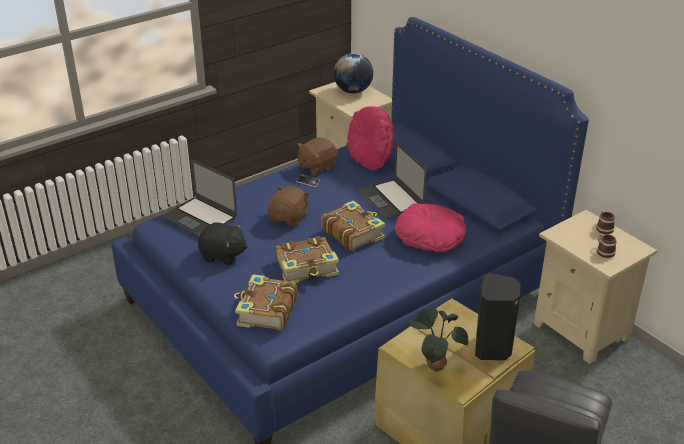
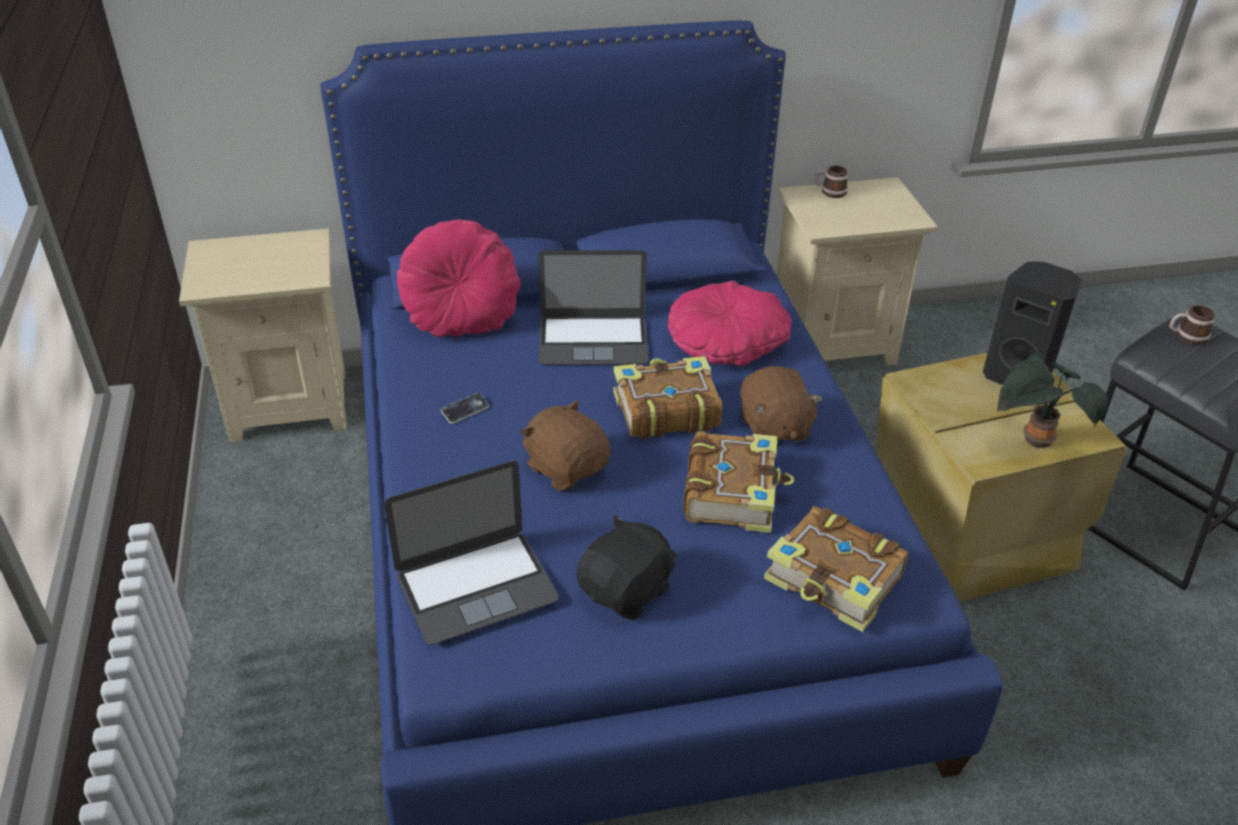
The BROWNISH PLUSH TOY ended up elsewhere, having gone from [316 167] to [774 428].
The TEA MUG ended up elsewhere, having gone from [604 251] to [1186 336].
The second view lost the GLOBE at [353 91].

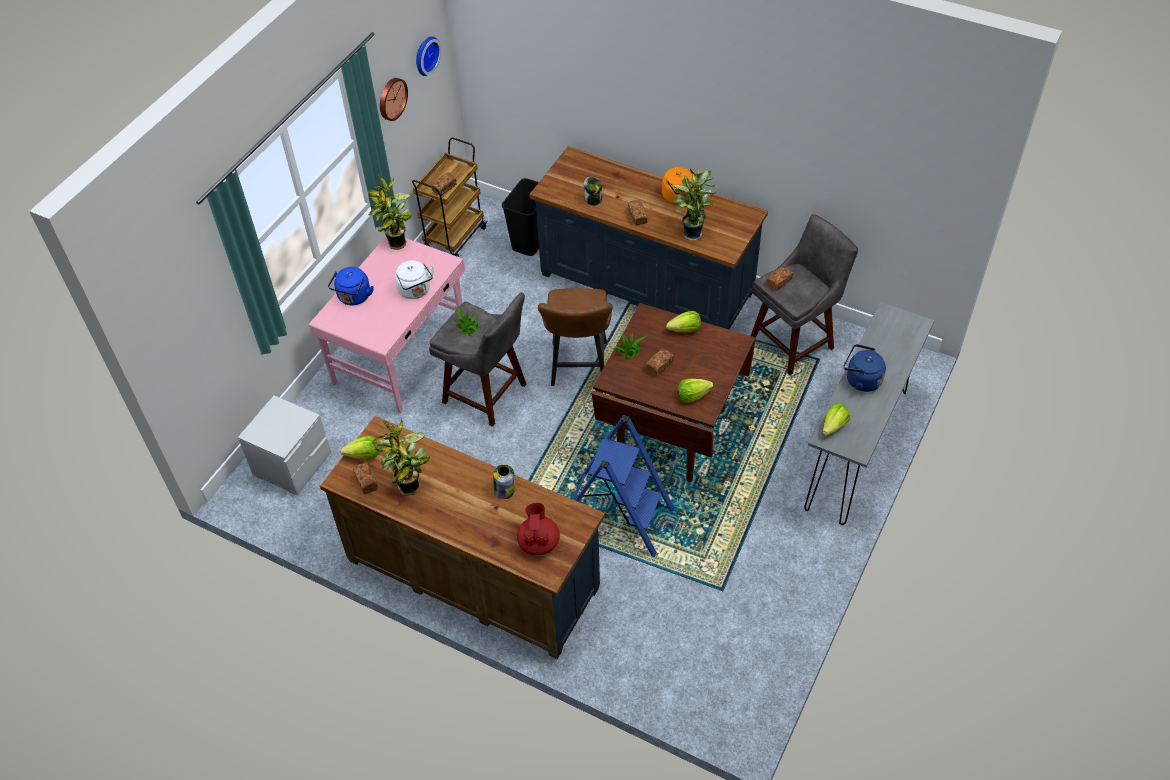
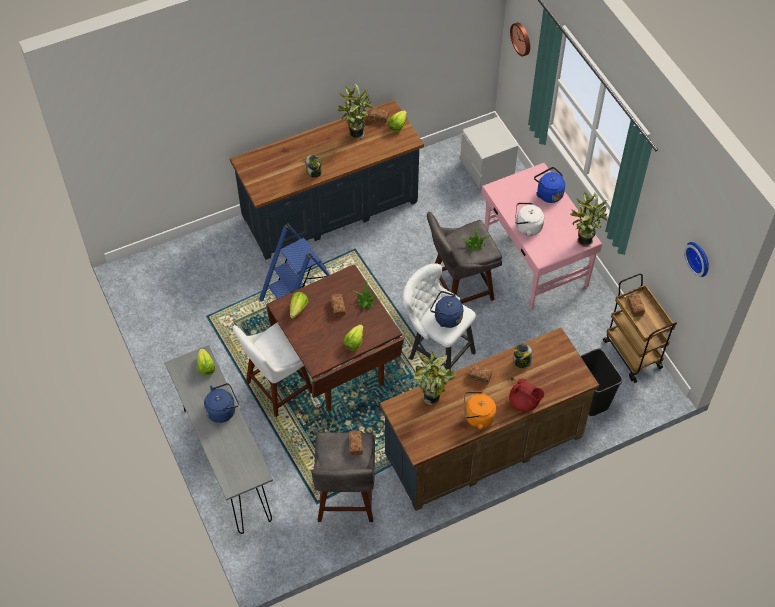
The second view gained the WHITISH PLAIN CHAIR at [276 389].
What was the BROWNISH STOOL SEAT at [579 370] turned into the WHITISH STOOL SEAT at [435 351].
The second view gained the BLUE TEA KETTLE at [446 318].
The REDDISH TEA POT ended up elsewhere, having gone from [538 542] to [524 402].
The HANGING CLOCK ended up elsewhere, having gone from [391 98] to [521 38].

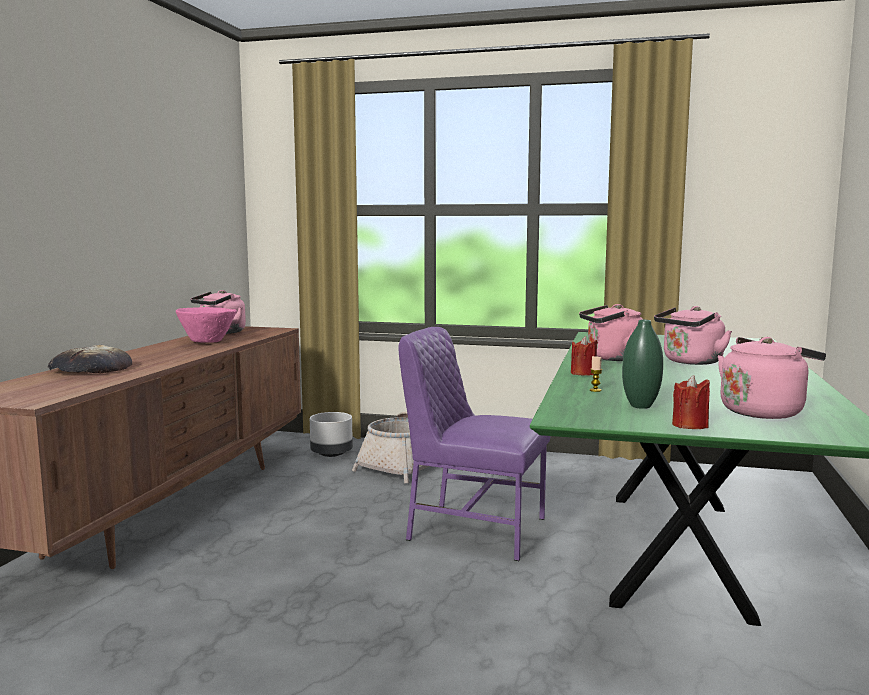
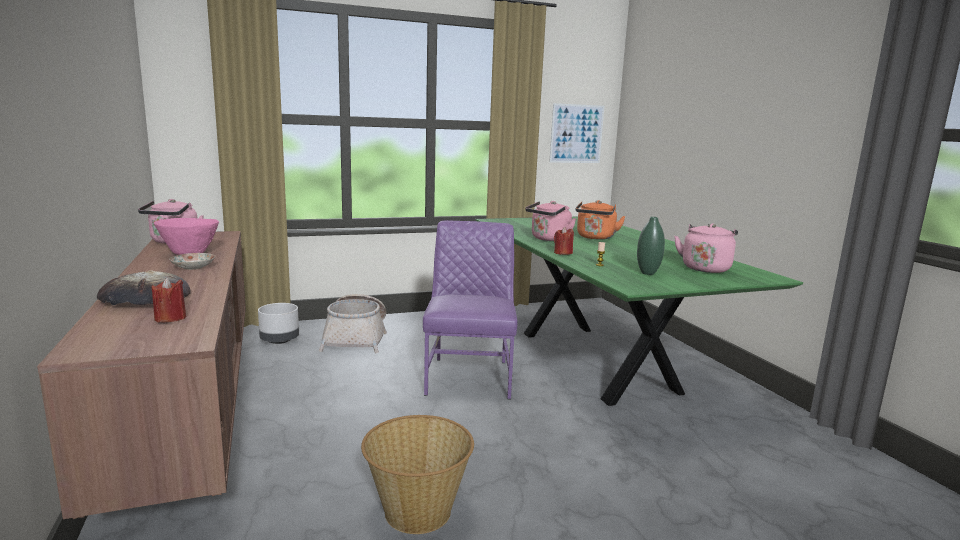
The REDDISH WAX LIGHT ended up elsewhere, having gone from [690 425] to [170 318].
The second view gained the DINNER PLATE at [193 267].
The second view gained the HOUSEHOLD BASKET at [417 510].
The PURPLE-COLOURED PLAIN CHAIR at [474 529] ended up facing another way, 105 degrees clockwise from before.
The second view gained the PICTURE at [576 134].
What was the PINK-COLOURED TEA KETTLE at [690 362] turned into the ORANGEY TEA KETTLE at [595 237].

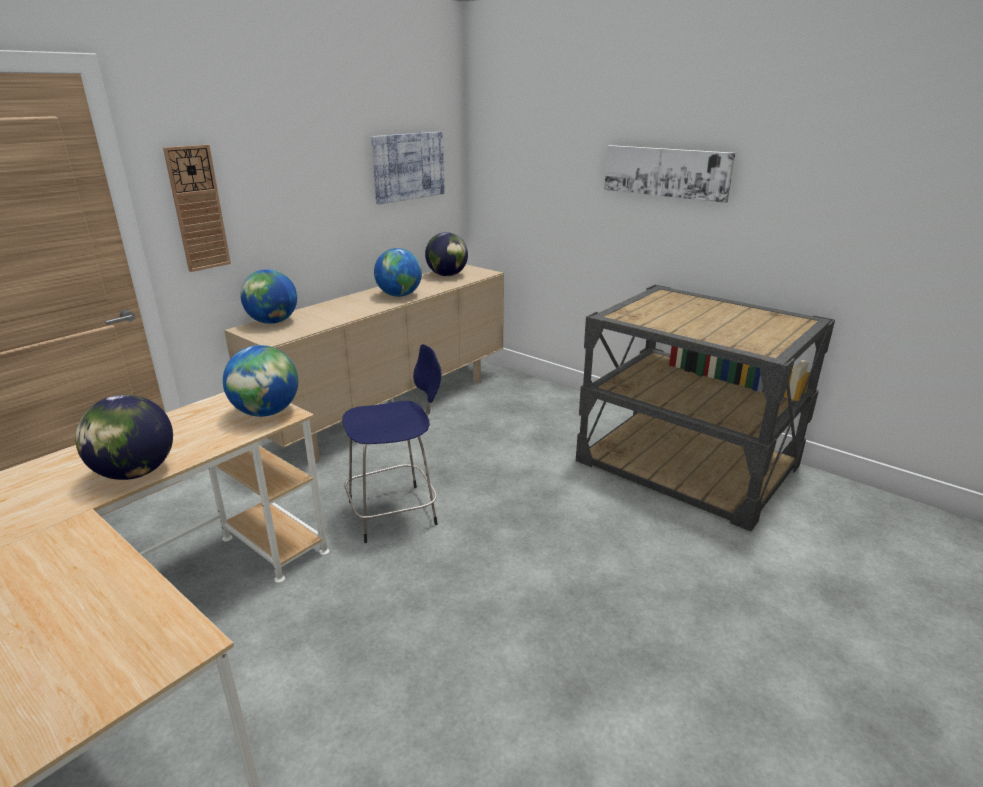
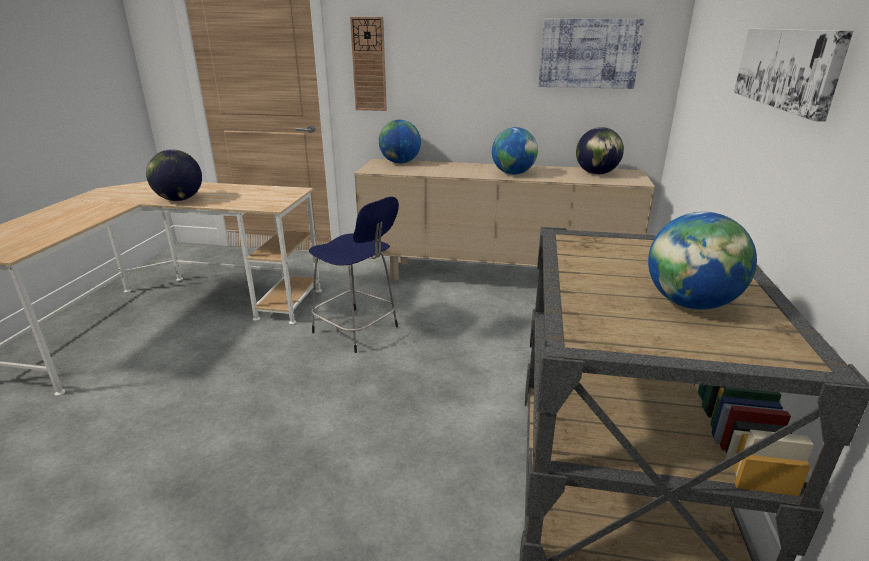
The GLOBE ended up elsewhere, having gone from [266 412] to [690 304].

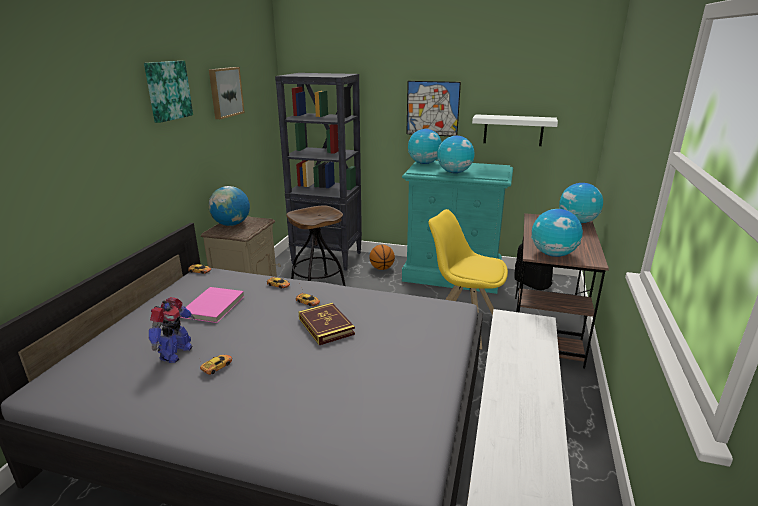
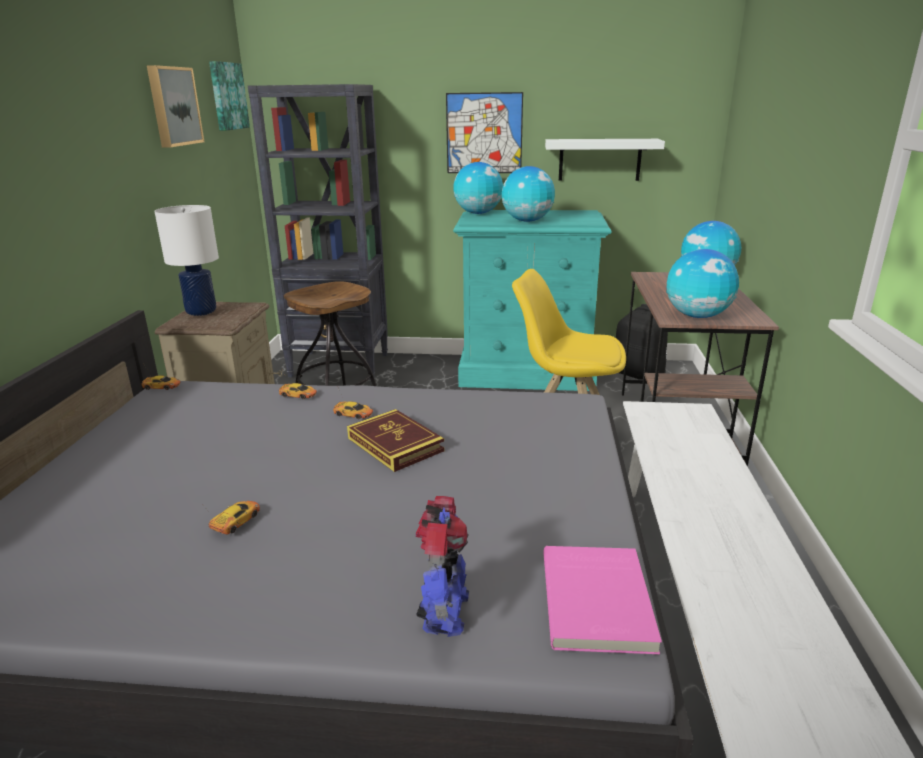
Where the GLOBE stood at [231 224], the WHITISH TABLE LAMP came to stand at [201 313].
The PICTURE ended up elsewhere, having gone from [167 90] to [227 96].
The ROBOT FIGURE ended up elsewhere, having gone from [175 353] to [444 612].
The PINK-COLOURED VOLUME ended up elsewhere, having gone from [214 306] to [599 601].
The second view lost the BASKETBALL BALL at [382 268].

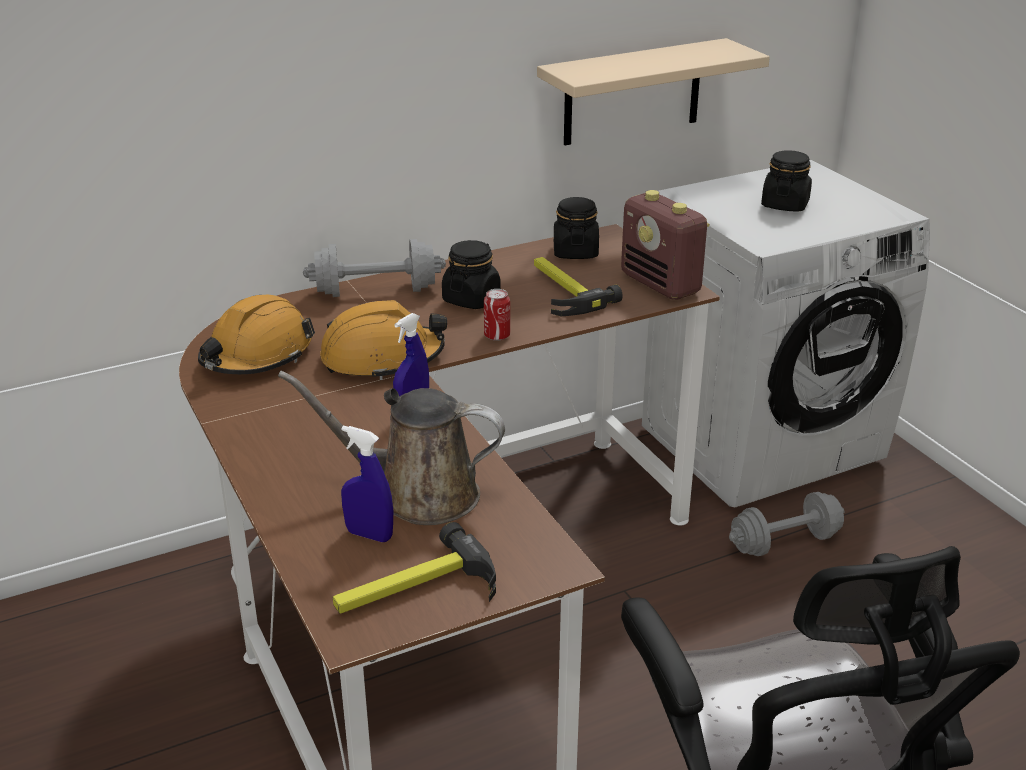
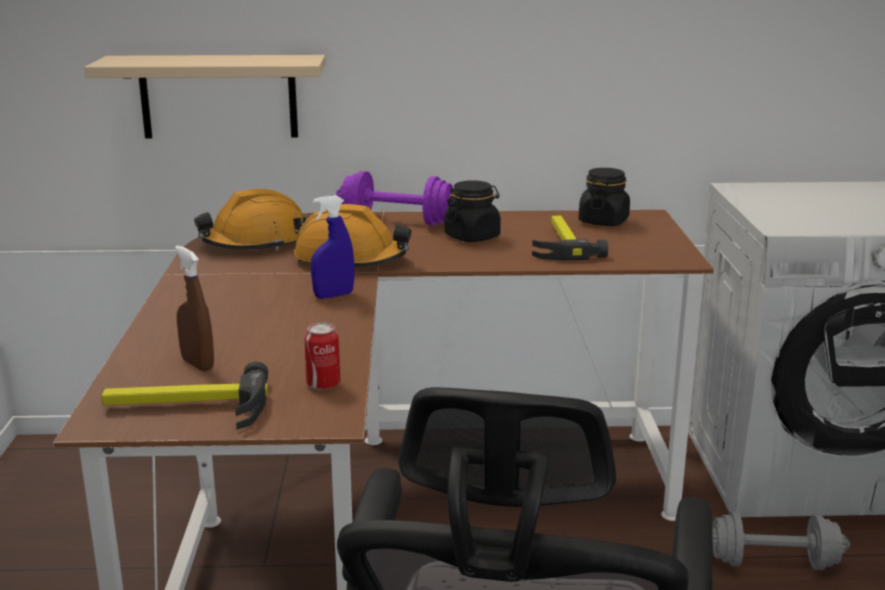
The BEIGE-COLOURED WALL SHELF ended up elsewhere, having gone from [632 92] to [218 96].
What was the BLUE SPRAYER at [369 535] turned into the BROWNISH SPRAYER at [197 364].
The CAN ended up elsewhere, having gone from [497 336] to [323 384].
What was the GREYISH DUMBBELL at [376 291] turned into the PURPLE-COLOURED DUMBBELL at [398 221].
The second view lost the BROWNISH WATERING POT at [416 494].
The second view lost the RADIO RECEIVER at [661 285].
The second view lost the BLACKISH PRESERVE JAR at [785 204].

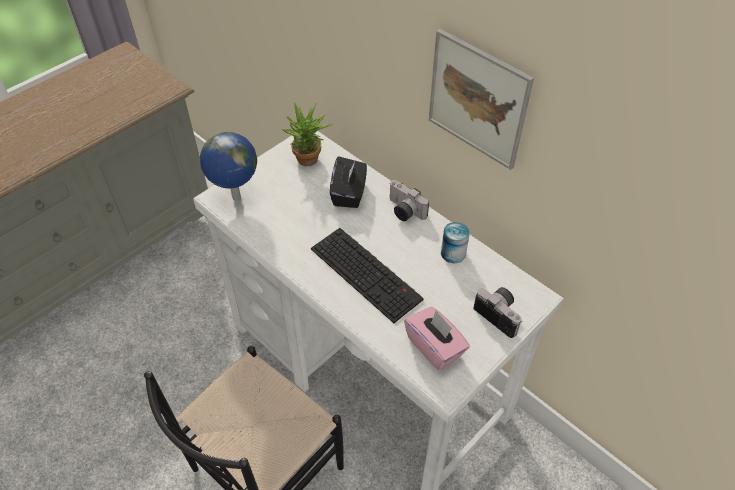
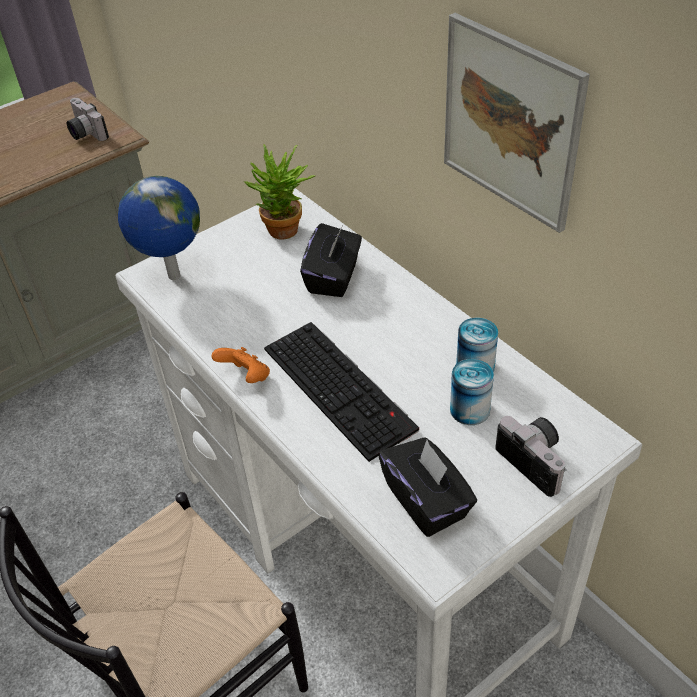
The STILL CAMERA ended up elsewhere, having gone from [403 211] to [85 133].
The second view gained the ORANGEY GAMEPAD at [246 377].
What was the PINK-COLOURED BOX OF TISSUES at [435 347] turned into the BLACKISH BOX OF TISSUES at [427 501].
The second view gained the CAN at [470 409].

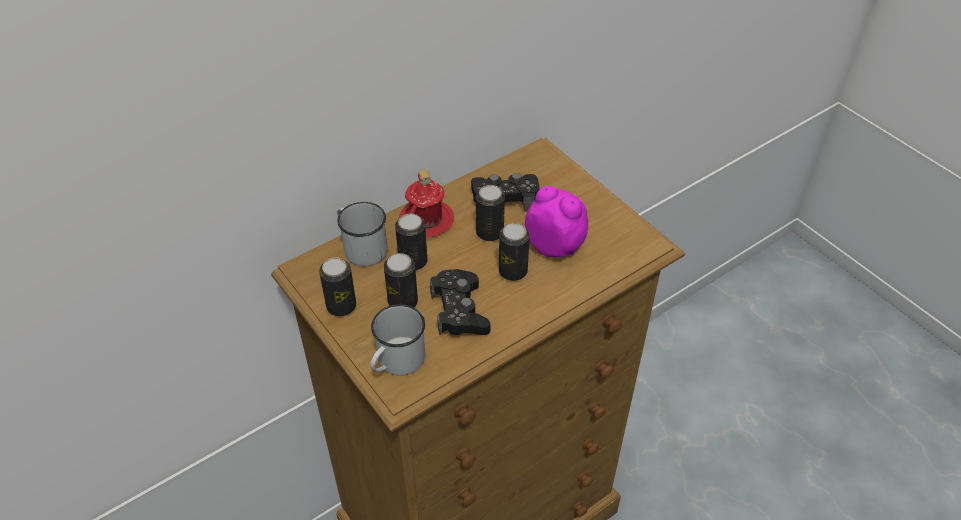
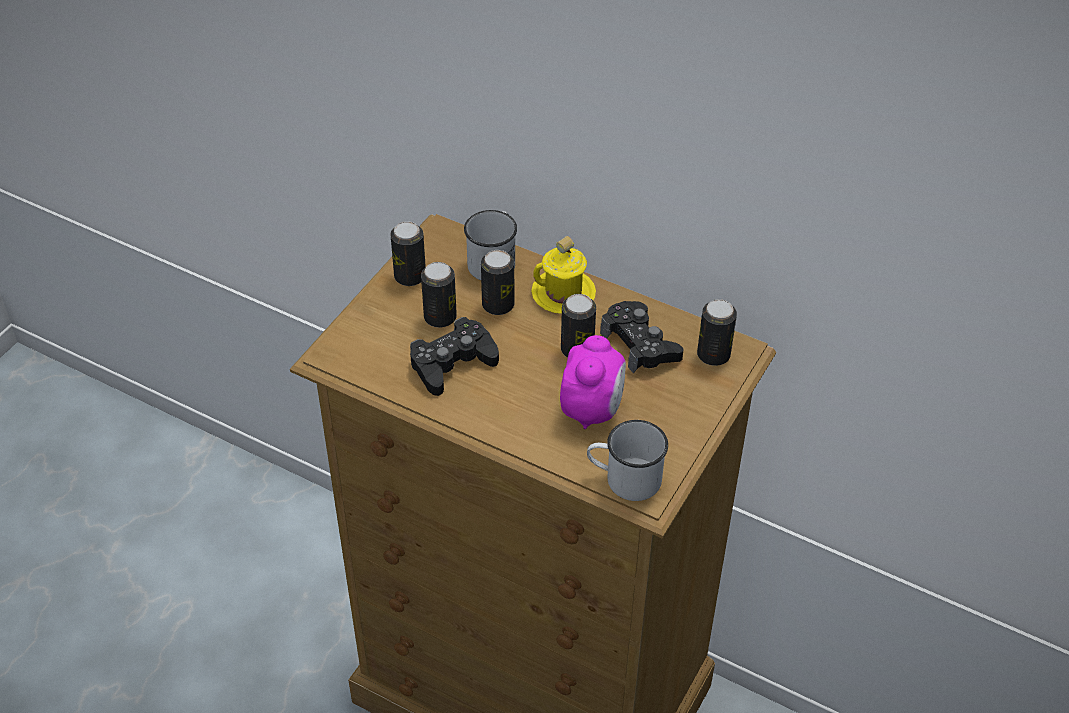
What was the REDDISH TEA MUG at [426 220] turned into the YELLOW TEA MUG at [563 294].
The WHITISH TEA MUG ended up elsewhere, having gone from [396 362] to [624 479].
The CAN ended up elsewhere, having gone from [513 271] to [713 355].

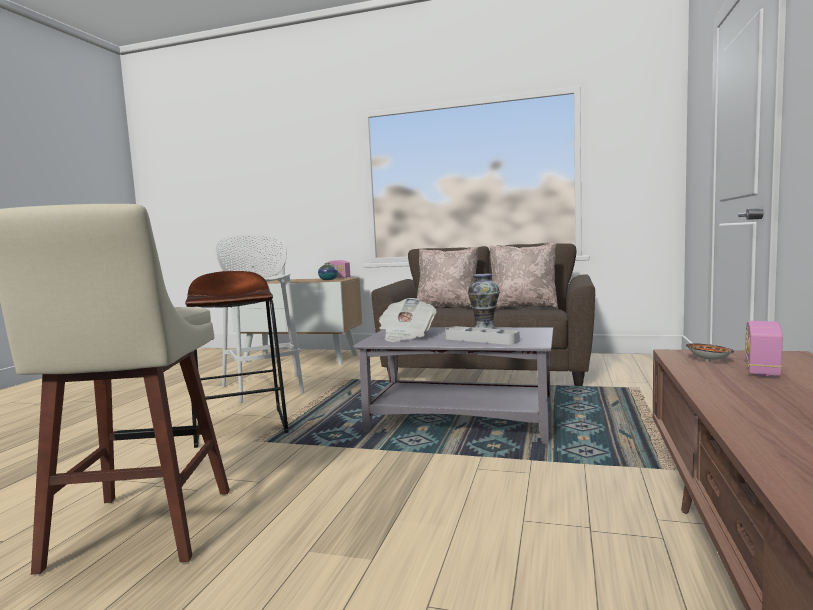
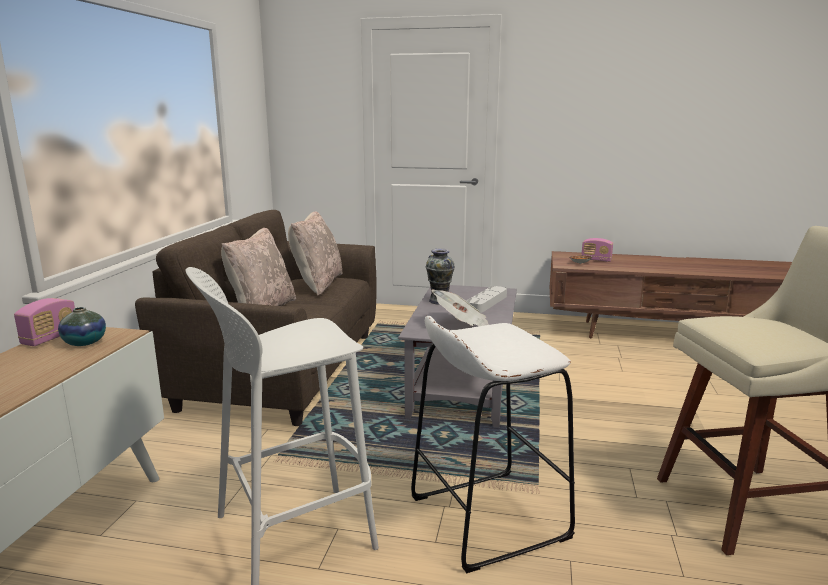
What was the BROWNISH STOOL SEAT at [241 426] turned into the WHITISH STOOL SEAT at [487 517].

